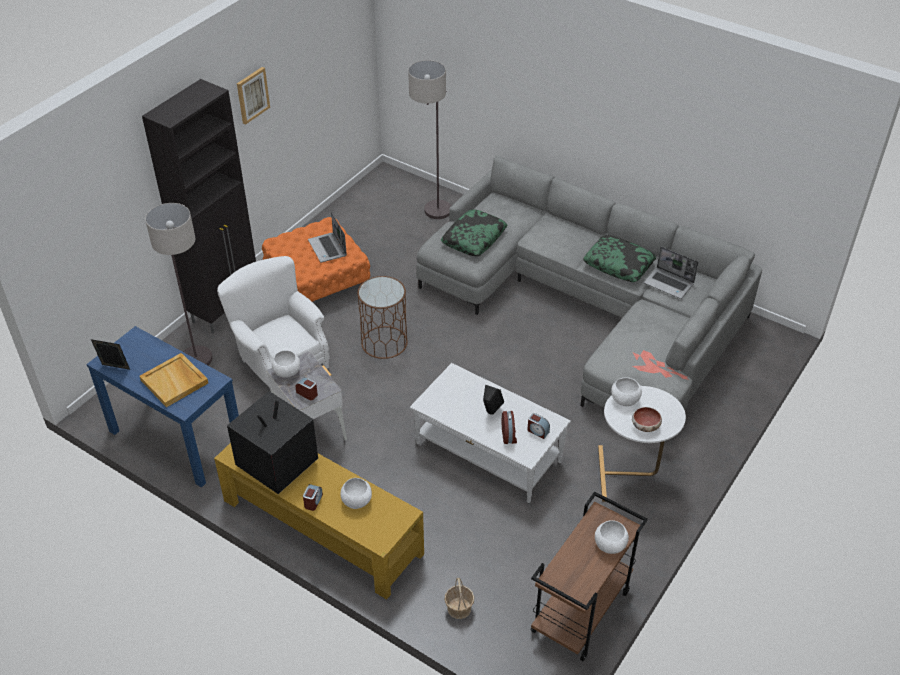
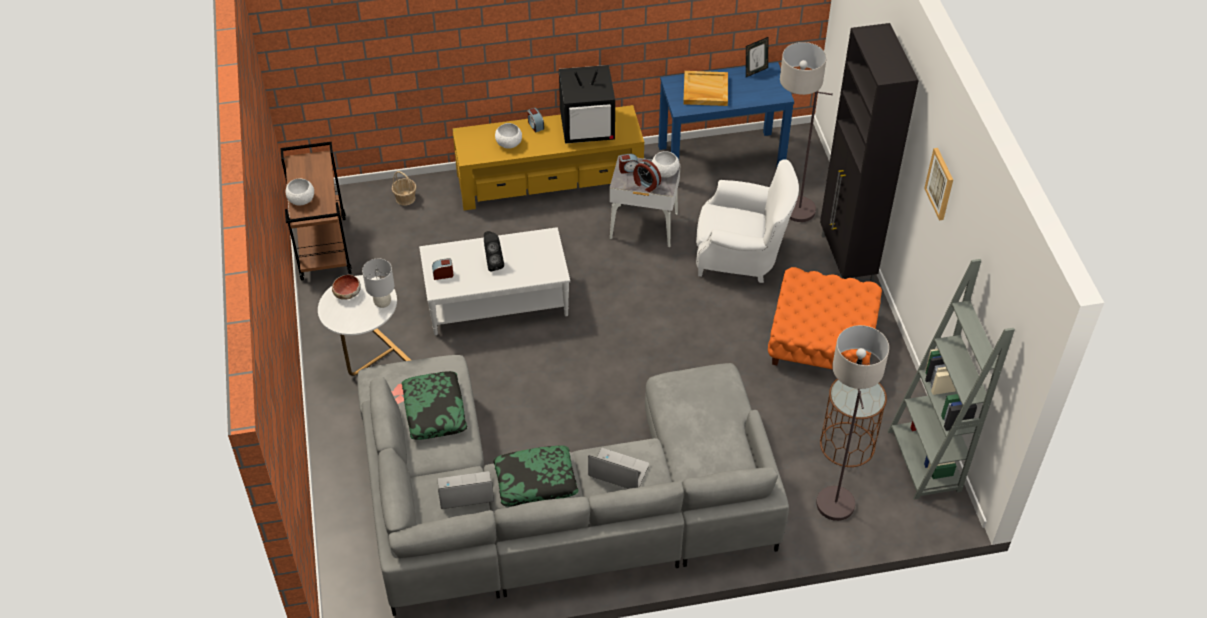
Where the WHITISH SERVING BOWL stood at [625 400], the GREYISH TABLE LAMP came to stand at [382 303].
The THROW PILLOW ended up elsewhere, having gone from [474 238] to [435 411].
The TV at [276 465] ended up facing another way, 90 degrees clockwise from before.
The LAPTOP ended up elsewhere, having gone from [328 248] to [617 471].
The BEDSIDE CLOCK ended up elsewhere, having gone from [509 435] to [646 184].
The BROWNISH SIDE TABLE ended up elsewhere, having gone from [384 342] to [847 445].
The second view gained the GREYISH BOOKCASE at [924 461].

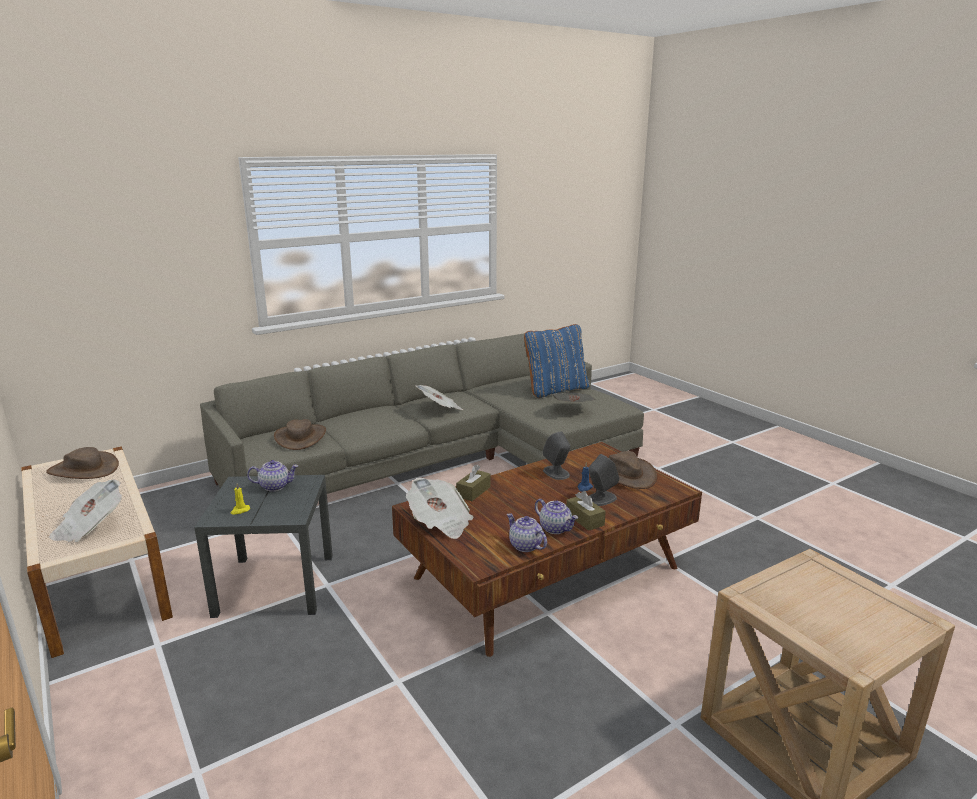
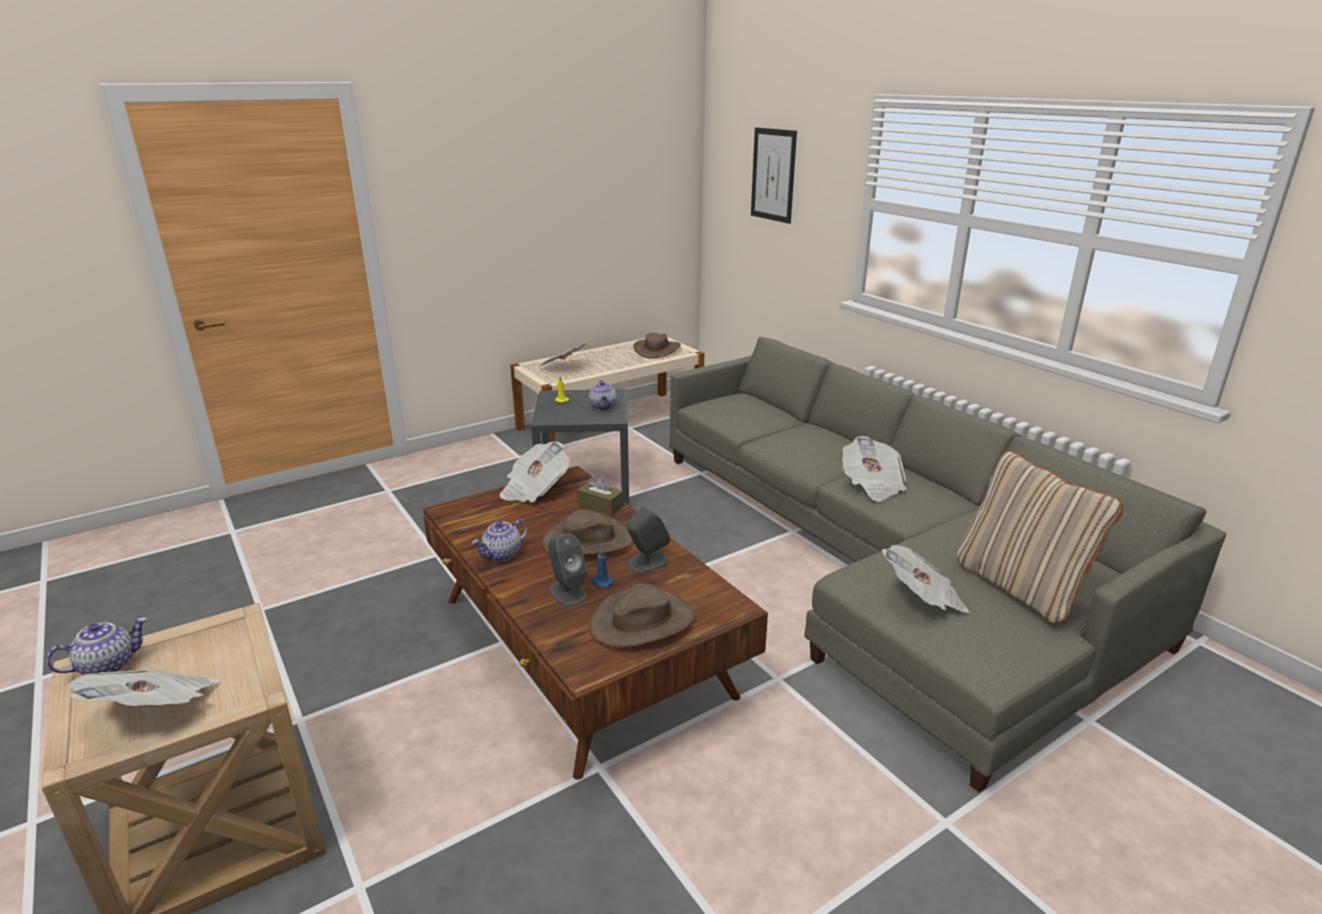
The TEA POT ended up elsewhere, having gone from [525 546] to [108 665].
The second view gained the DAILY PAPER at [156 710].
The BROWNISH CLOTHING HAT ended up elsewhere, having gone from [301 437] to [588 541].
The second view gained the PICTURE at [773 175].
What was the BLUE THROW PILLOW at [556 390] turned into the BEIGE-COLOURED THROW PILLOW at [1020 586].
The second view lost the BROWNISH BOX OF TISSUES at [585 519].

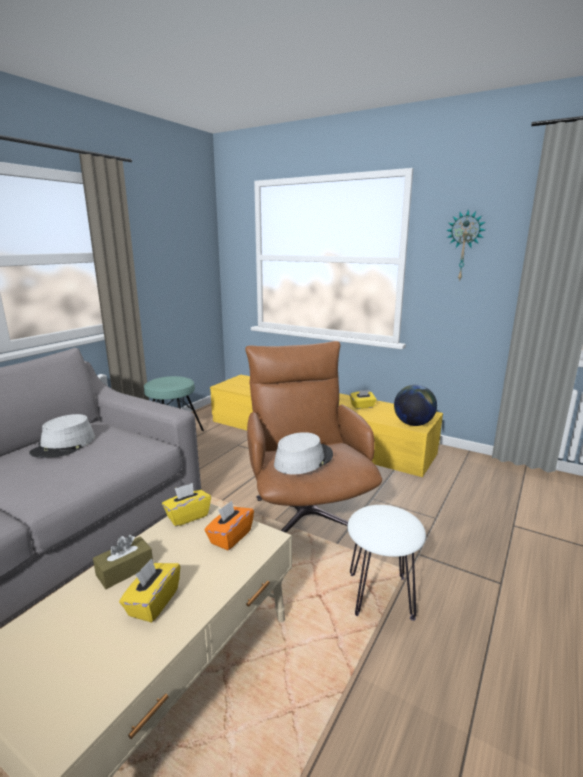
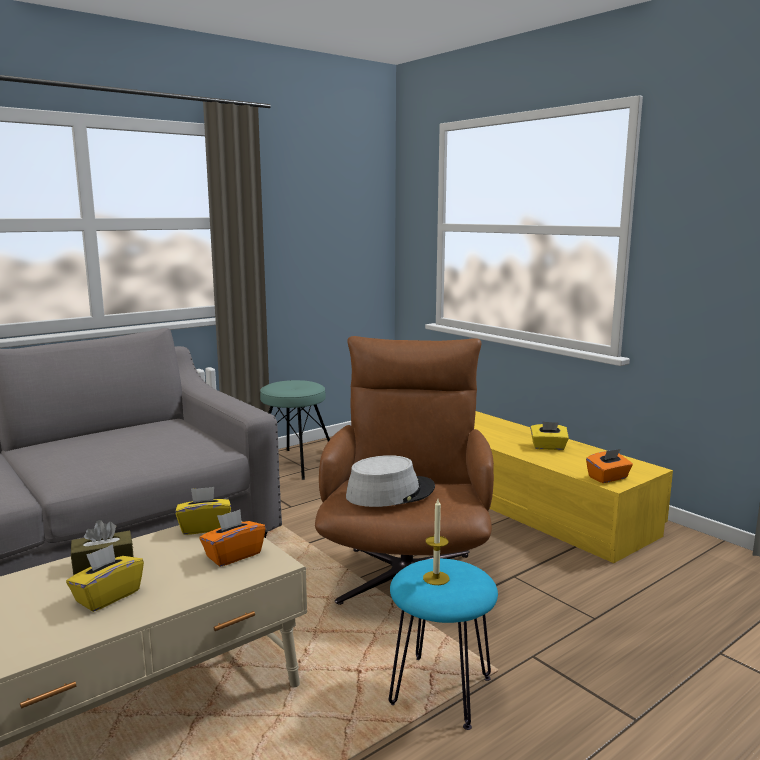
What was the WHITISH STOOL SEAT at [380 596] turned into the BLUE-GREEN STOOL SEAT at [441 692].
The second view gained the WAX LIGHT at [436 578].
Where the GLOBE stood at [413 424], the ORANGEY BOX OF TISSUES came to stand at [608 478].
The second view lost the GREYISH CLOTHING HAT at [64 445].
The second view lost the HANGING CLOCK at [464 246].

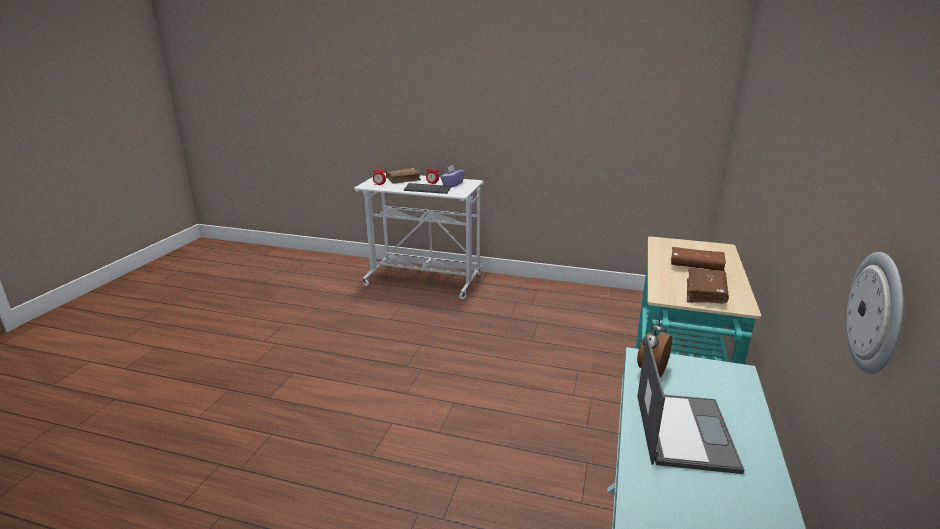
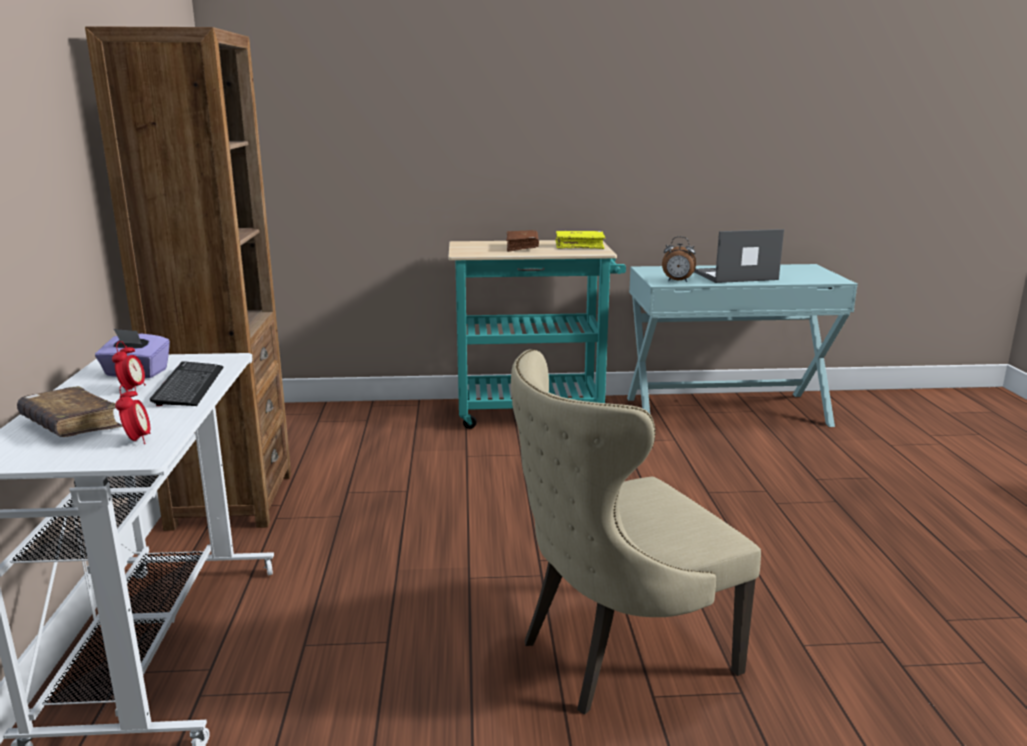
The second view gained the BROWNISH BOOKCASE at [231 500].
The second view gained the BEIGE-COLOURED PLAIN CHAIR at [617 653].
What was the BROWNISH VOLUME at [705 293] turned into the YELLOW VOLUME at [579 246].
The second view lost the HANGING CLOCK at [877 313].

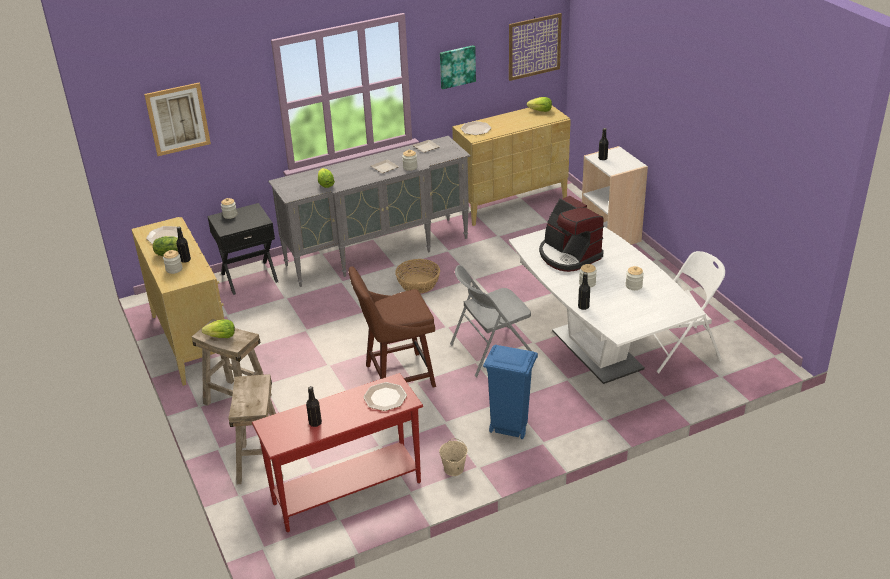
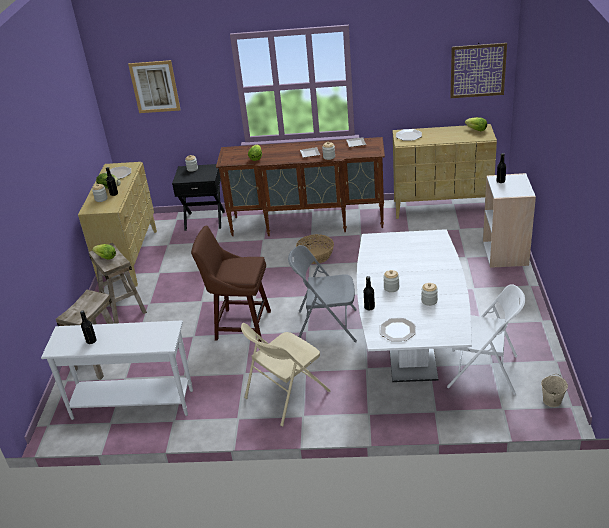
What was the REDDISH HALL TABLE at [347 494] turned into the WHITISH HALL TABLE at [131 405].
What was the GREYISH CUPBOARD at [378 252] turned into the BROWNISH CUPBOARD at [307 223].
Where the BLUE TRASH CAN stood at [509 428], the BEIGE-COLOURED PLAIN CHAIR came to stand at [287 394].
The DINNER PLATE ended up elsewhere, having gone from [385 397] to [398 330].
The BEIGE-COLOURED PAIL ended up elsewhere, having gone from [454 469] to [552 401].
The second view lost the PICTURE at [457 66].
The second view lost the COFFEE BREWER at [568 255].

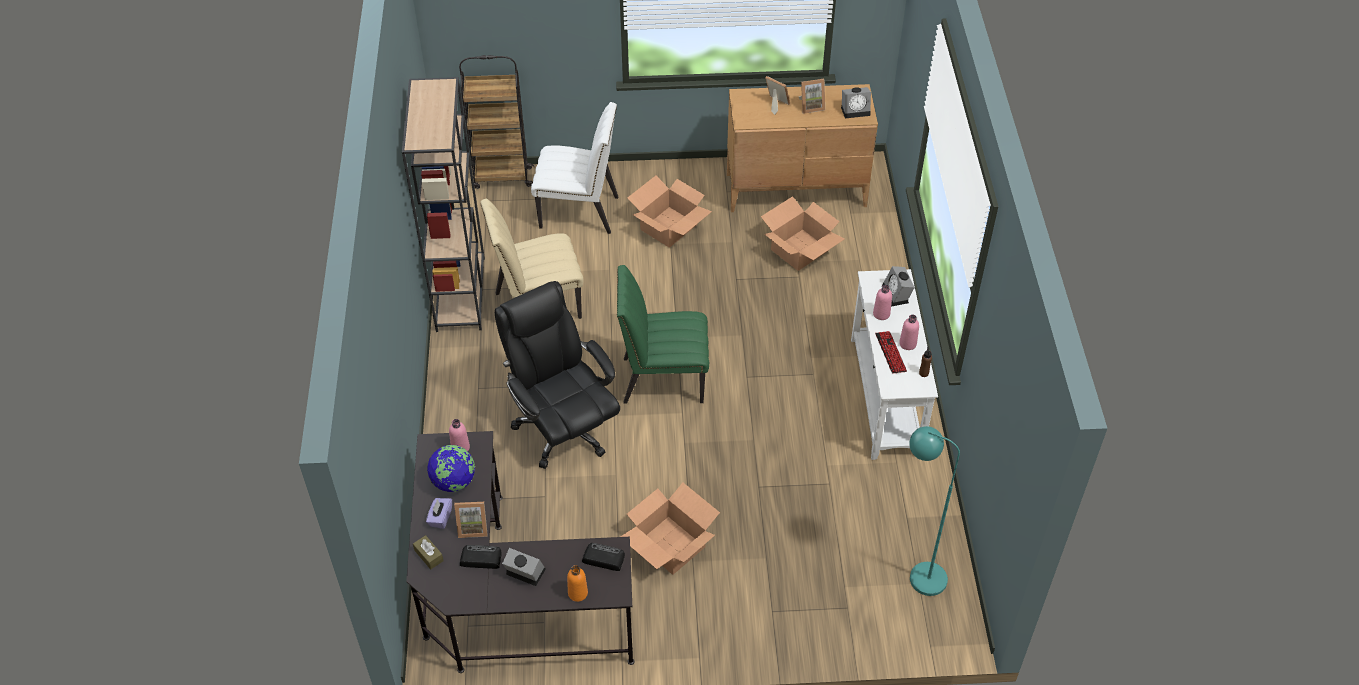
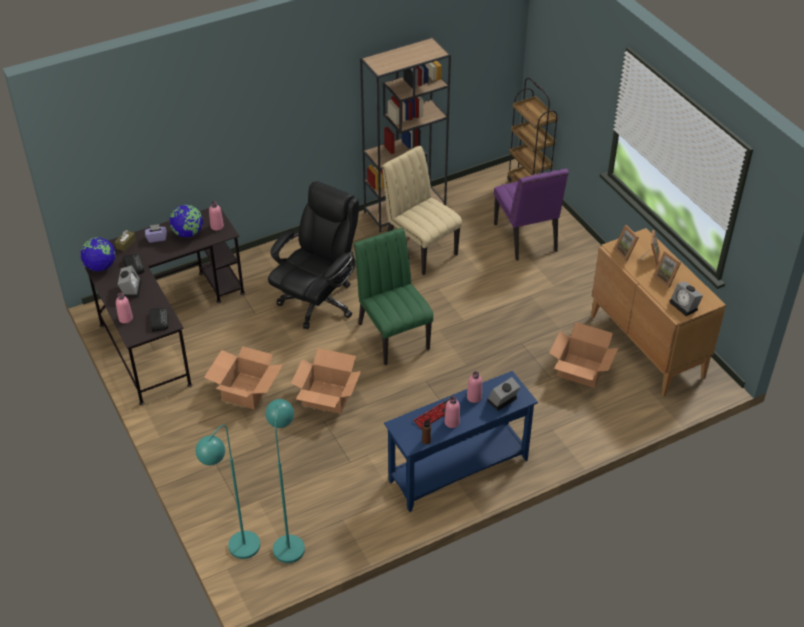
The second view gained the GLOBE at [100 266].
What was the ORANGEY BOTTLE at [578 593] turned into the PINK-COLOURED BOTTLE at [125 318].
The second view gained the BLUE-GREEN STANDING LAMP at [239 553].
The CARDBOARD BOX ended up elsewhere, having gone from [669 227] to [327 397].
What was the WHITISH HALL TABLE at [886 397] turned into the BLUE HALL TABLE at [458 471].
What was the WHITISH PLAIN CHAIR at [578 212] turned into the PURPLE-COLOURED PLAIN CHAIR at [525 237].
The PICTURE FRAME ended up elsewhere, having gone from [473 527] to [626 252].

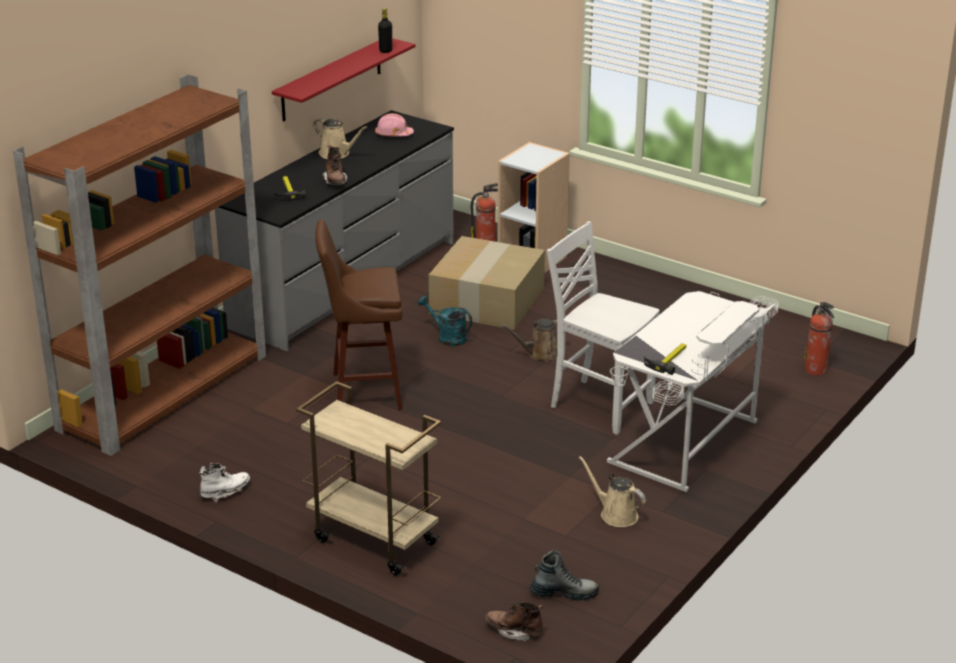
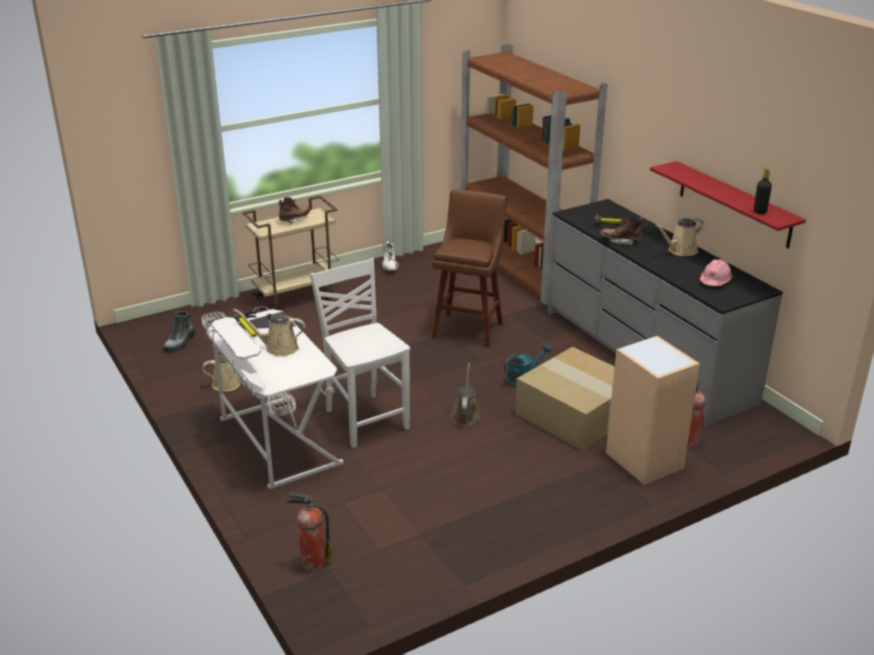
The second view gained the BEIGE-COLOURED WATERING POT at [278 348].
The BROWNISH TALL BOOT ended up elsewhere, having gone from [514 631] to [295 219].
The WHITISH PLAIN CHAIR at [599 405] ended up facing another way, 90 degrees counterclockwise from before.

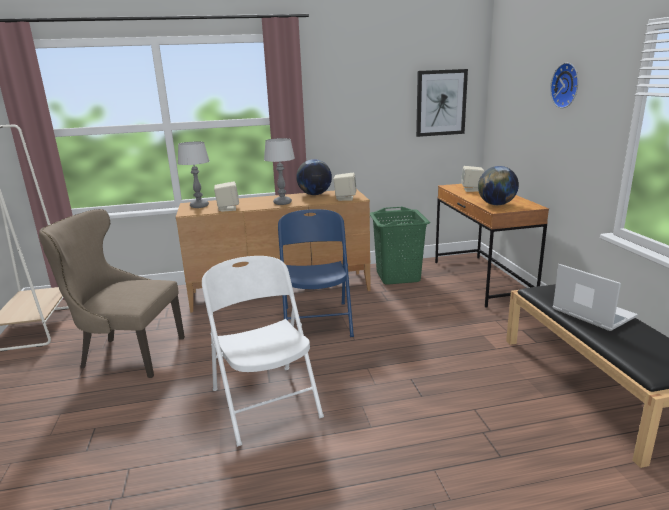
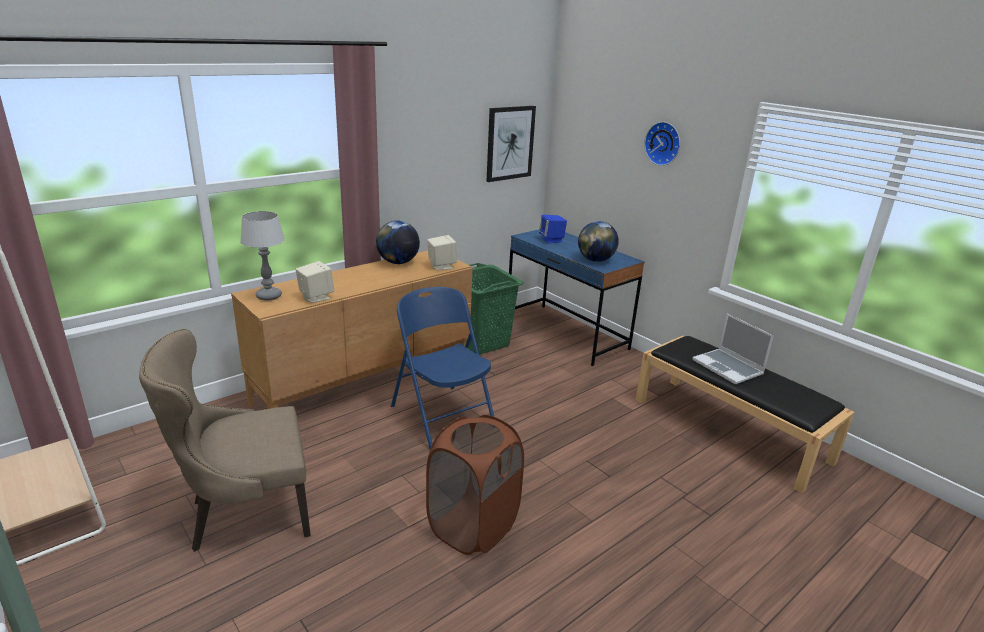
Where the WHITISH PLAIN CHAIR stood at [266 403], the BROWNISH HAMPER came to stand at [473 526].
What was the BROWNISH DESK at [481 280] turned into the BLUE DESK at [565 334].
What was the BEIGE-COLOURED LOUDSPEAKER at [471 189] turned into the BLUE LOUDSPEAKER at [551 240].
The LAPTOP at [591 313] ended up facing another way, 150 degrees counterclockwise from before.
The second view lost the TABLE LAMP at [282 203].

